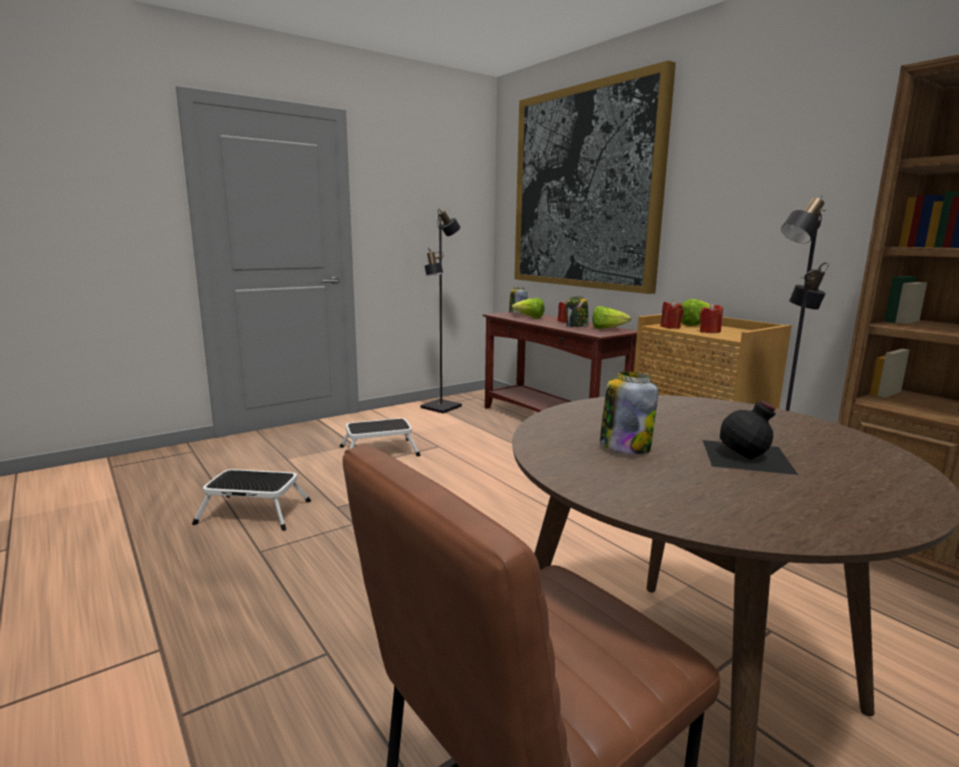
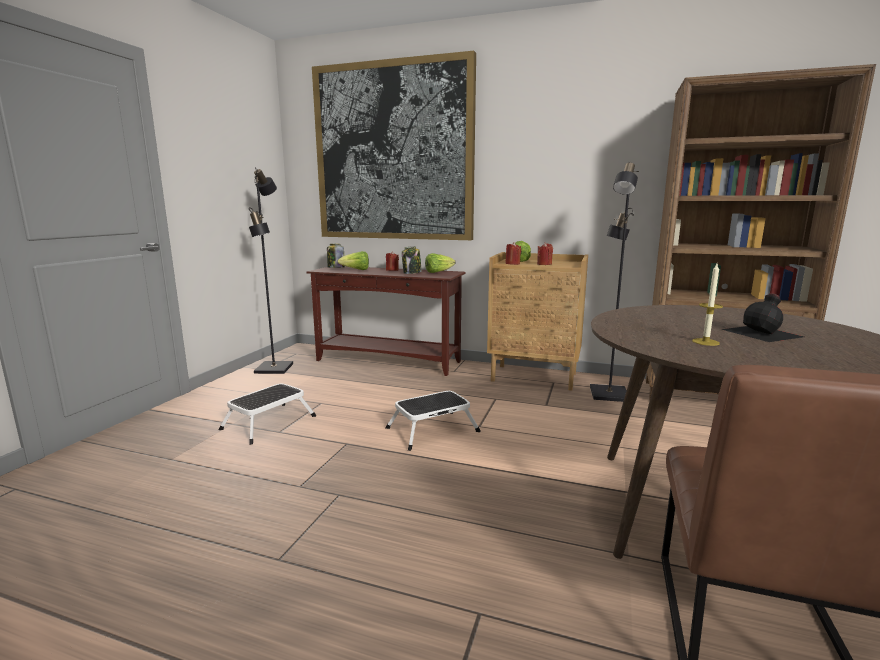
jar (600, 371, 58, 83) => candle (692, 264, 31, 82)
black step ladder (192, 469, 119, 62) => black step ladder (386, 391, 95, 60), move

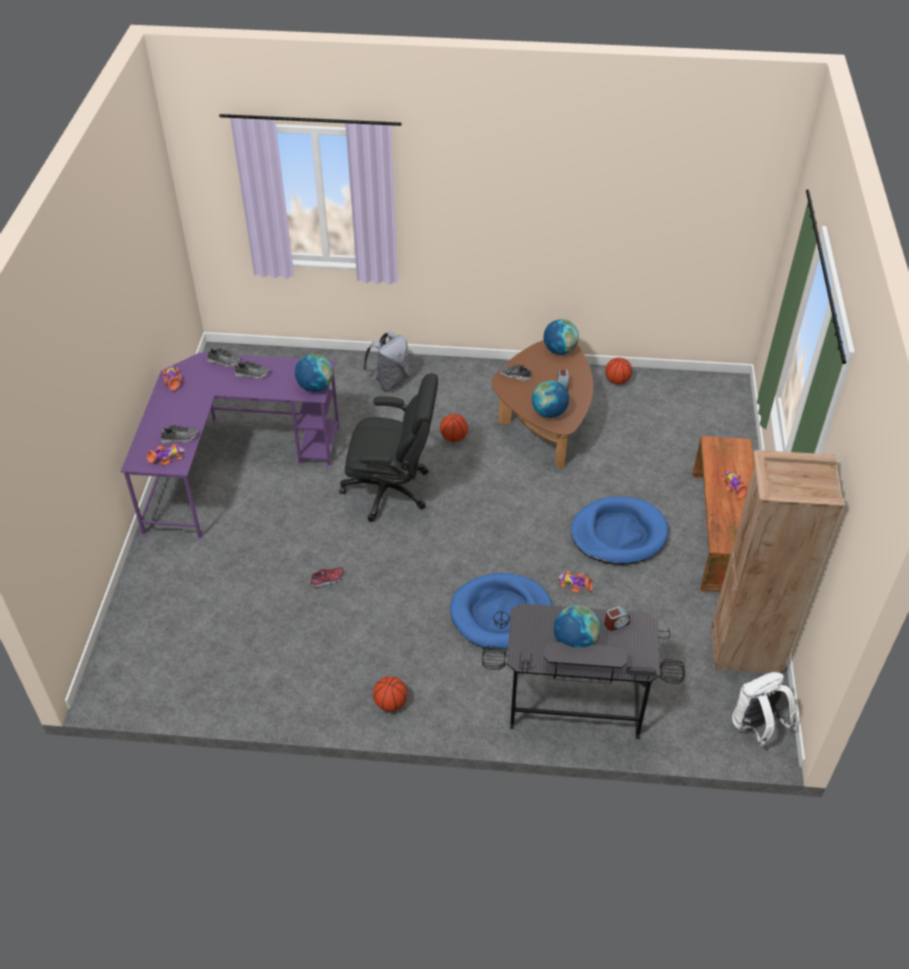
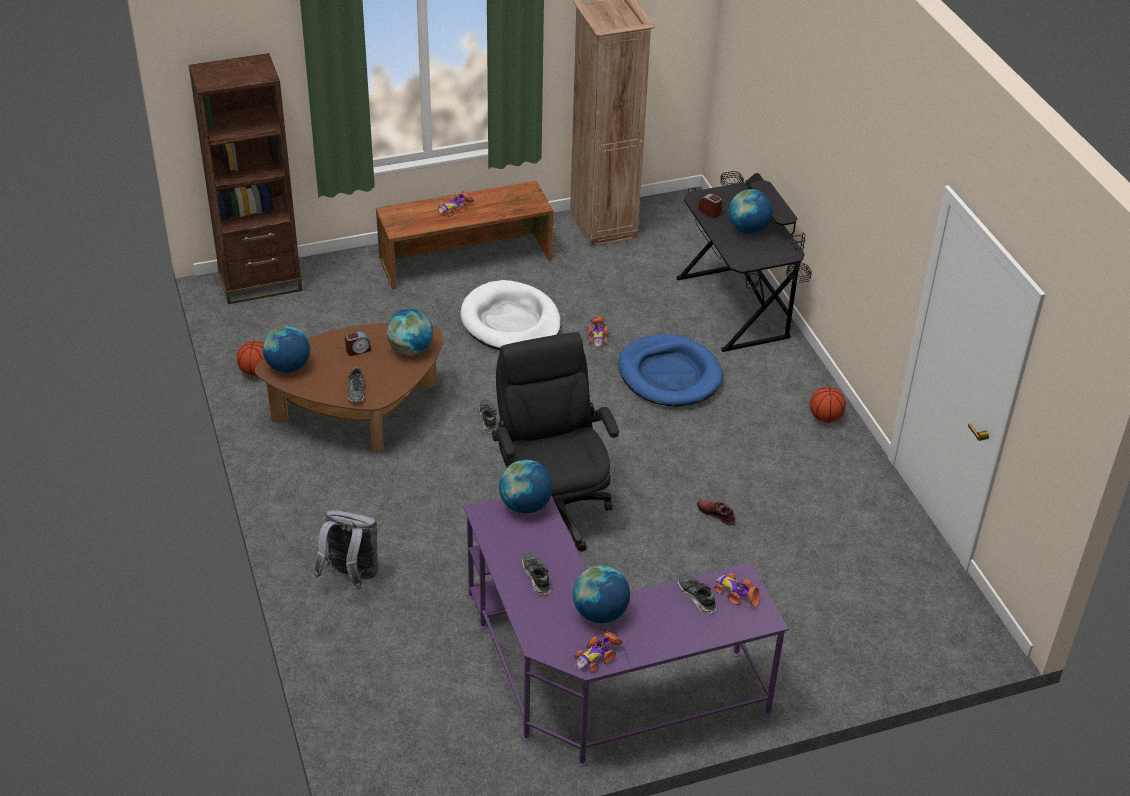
item of footwear (207, 348, 33, 19) => item of footwear (480, 399, 17, 34), move
basketball ball (440, 414, 28, 28) => nothing
bluish dog bed (571, 497, 98, 68) => whitish dog bed (460, 280, 101, 70)
whitish knapsack (732, 672, 64, 74) => nothing
nothing => brown shelving unit (189, 53, 113, 251)
nothing => desk globe (573, 565, 57, 58)

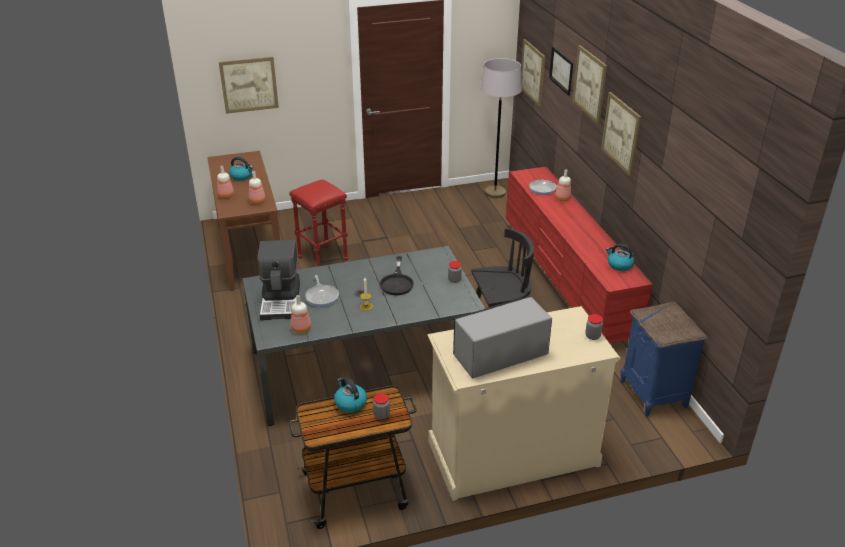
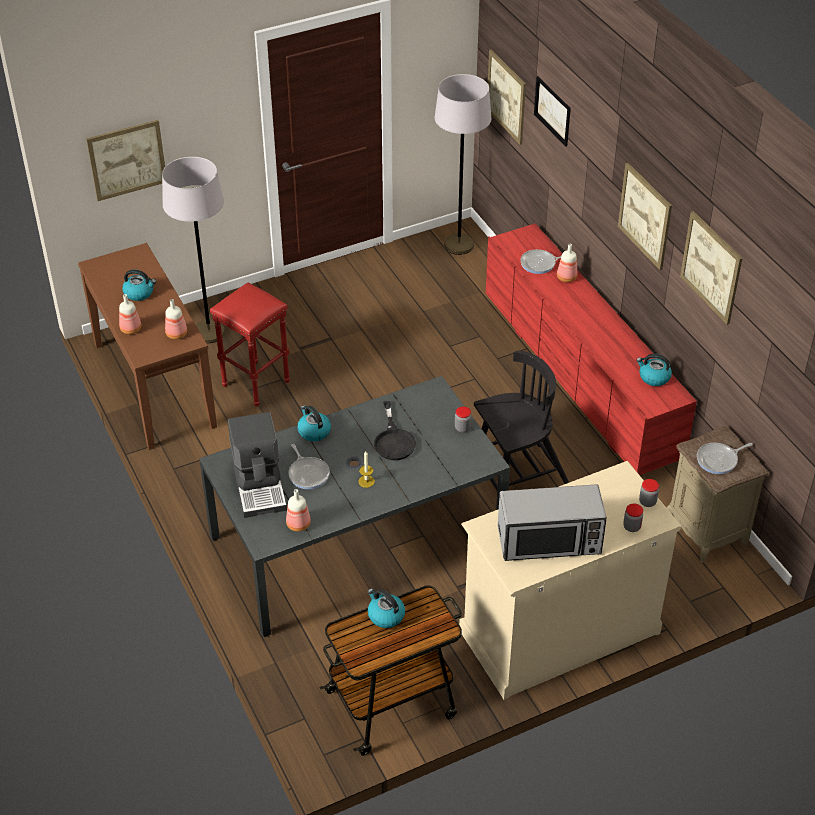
wall art (572, 45, 35, 79) => wall art (680, 211, 62, 114), move
kitchen microwave (453, 296, 99, 82) => kitchen microwave (498, 484, 108, 77), 150 degrees counterclockwise
bluish night table (620, 302, 87, 115) => beige-coloured night table (667, 426, 102, 137)
jar (373, 393, 17, 26) => jar (623, 504, 20, 28), move
nothing => gray standard lamp (162, 157, 63, 186)
nothing => tea kettle (297, 405, 34, 36)
nothing => frying pan (697, 443, 55, 31)

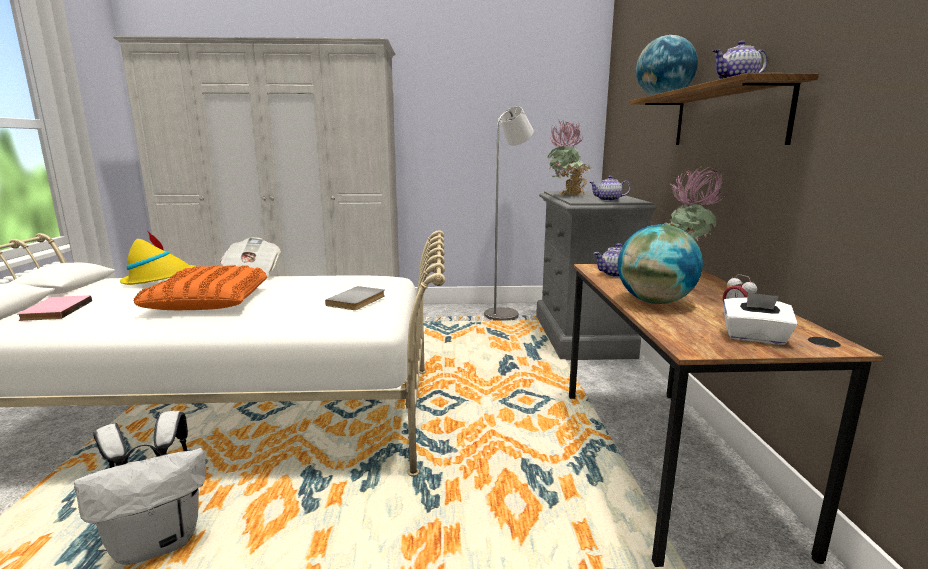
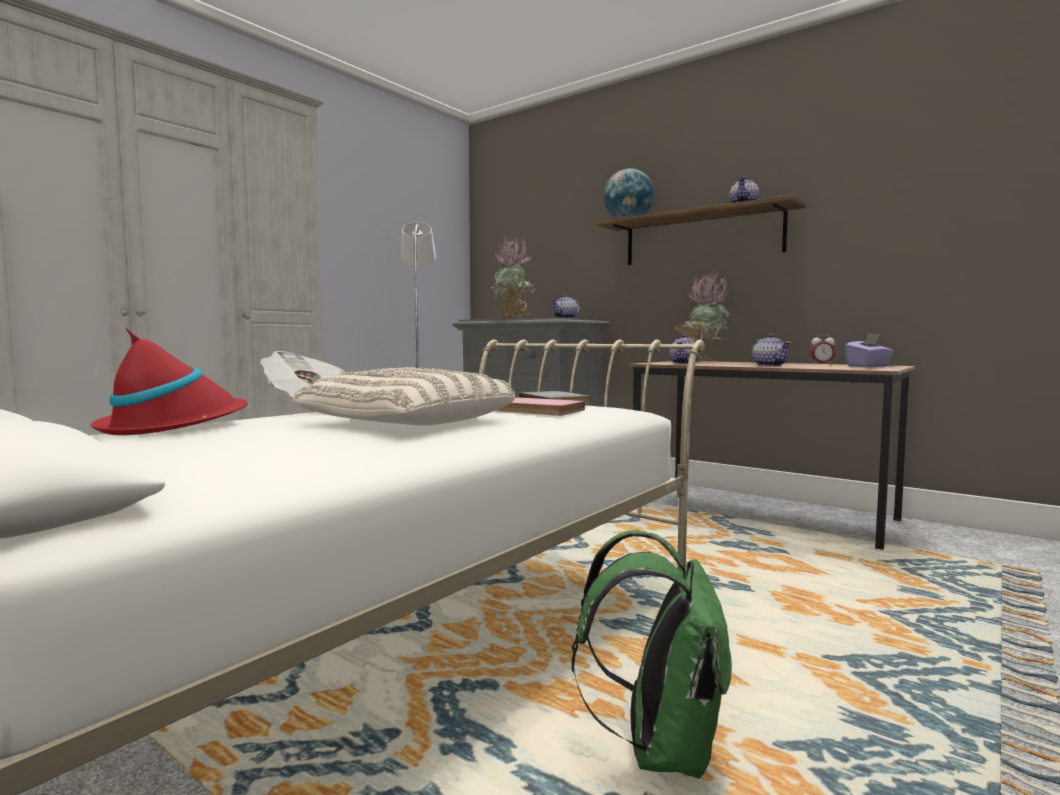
desk globe (618, 224, 85, 80) => pot for tea (752, 334, 39, 32)
yellow wearable hat (120, 232, 75, 53) => red-coloured wearable hat (91, 328, 156, 107)
orangey throw pillow (134, 265, 133, 45) => beige-coloured throw pillow (292, 367, 223, 58)
whitish box of tissues (723, 292, 75, 53) => purple box of tissues (844, 334, 50, 33)
pink-coloured bound book (17, 295, 75, 26) => pink-coloured bound book (496, 397, 89, 19), move
whitish knapsack (74, 411, 132, 154) => green-coloured knapsack (572, 530, 160, 249)

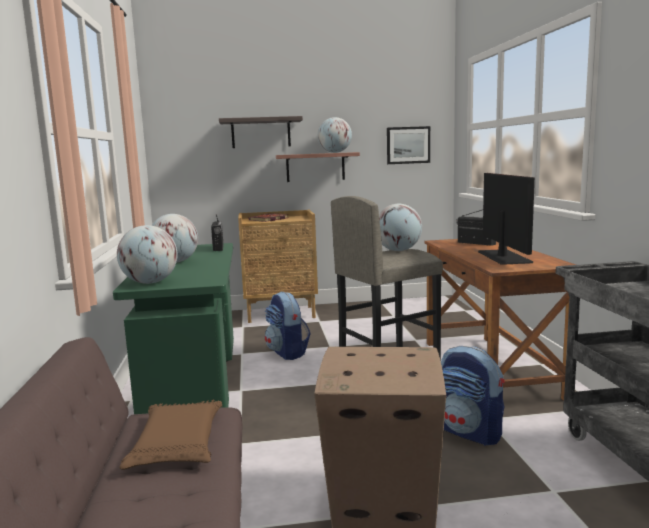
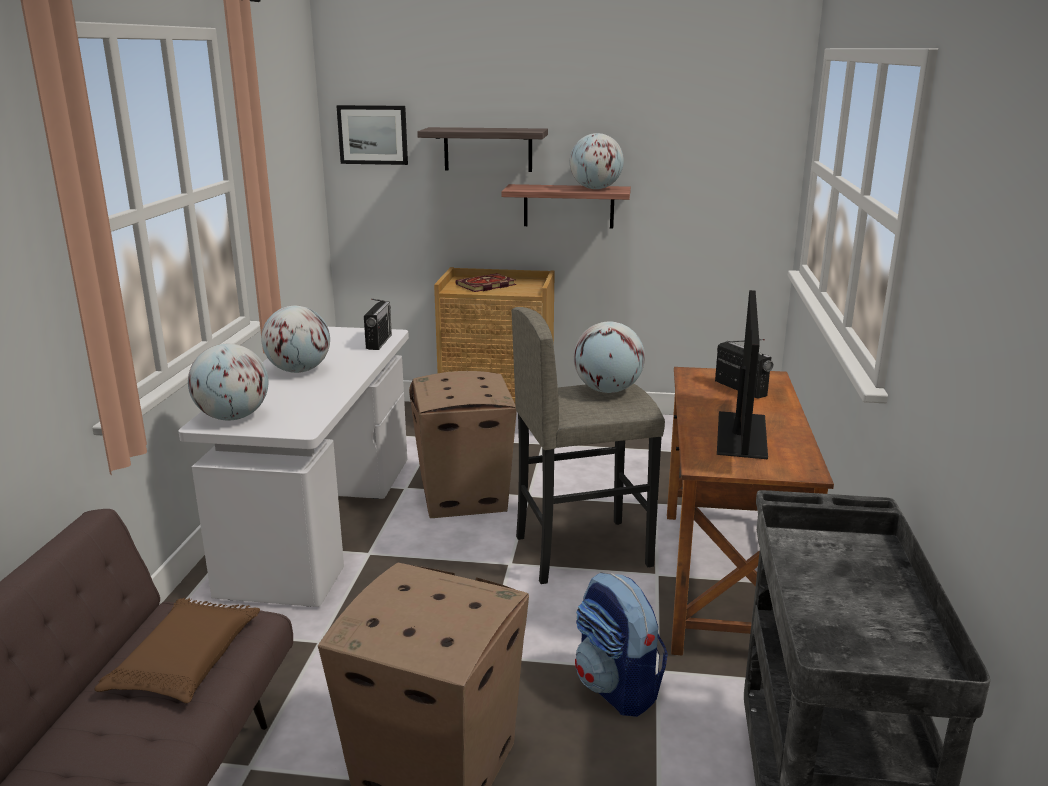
wall art (387, 126, 43, 38) => wall art (337, 105, 71, 60), move
green-coloured desk table (113, 243, 121, 171) => whitish desk table (178, 327, 231, 280)
knapsack (265, 292, 46, 68) => cardboard box (409, 371, 108, 147)

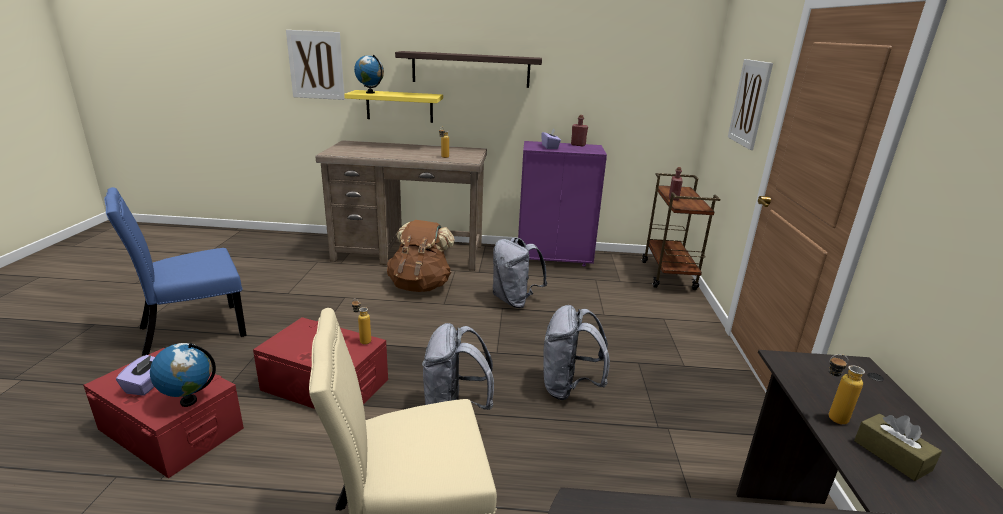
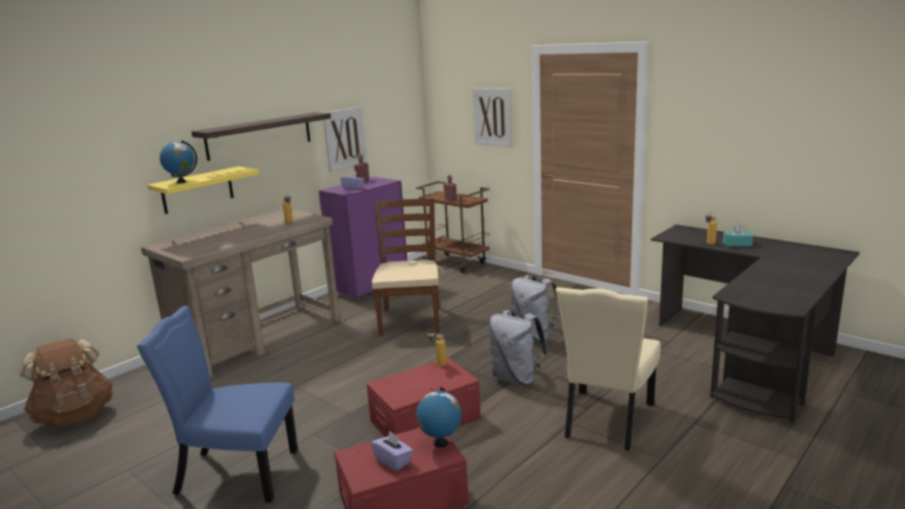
wall art (286, 30, 59, 70) => wall art (323, 107, 44, 65), move
bluish upright chair (104, 187, 143, 169) => bluish upright chair (137, 306, 161, 197), 90 degrees clockwise
brown knapsack (387, 220, 68, 72) => brown knapsack (19, 338, 94, 89), move
gray knapsack (493, 238, 54, 70) => brown upright chair (372, 198, 72, 138)
brown box of tissues (854, 414, 88, 67) => blue-green box of tissues (723, 223, 30, 23)

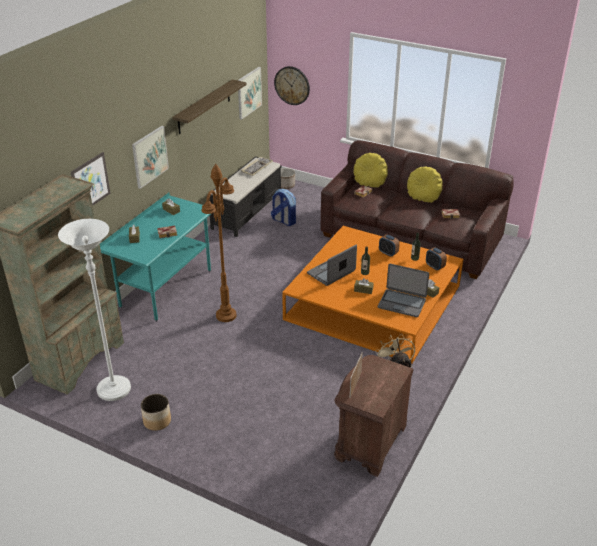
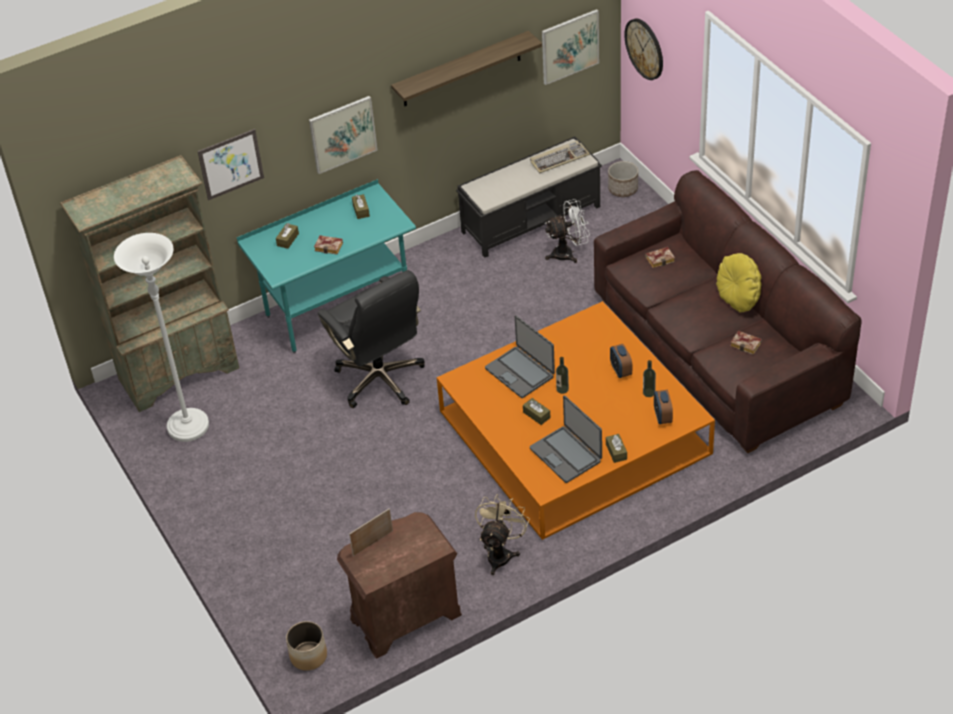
yellow throw pillow (354, 153, 34, 34) => nothing
brown standard lamp (202, 164, 34, 158) => black office chair (318, 270, 107, 138)
knapsack (271, 189, 25, 37) => whitish cooling fan (545, 199, 45, 64)
portable computer (307, 245, 50, 41) => portable computer (485, 316, 70, 82), 120 degrees counterclockwise
planter (141, 394, 30, 37) => planter (286, 621, 41, 50), move

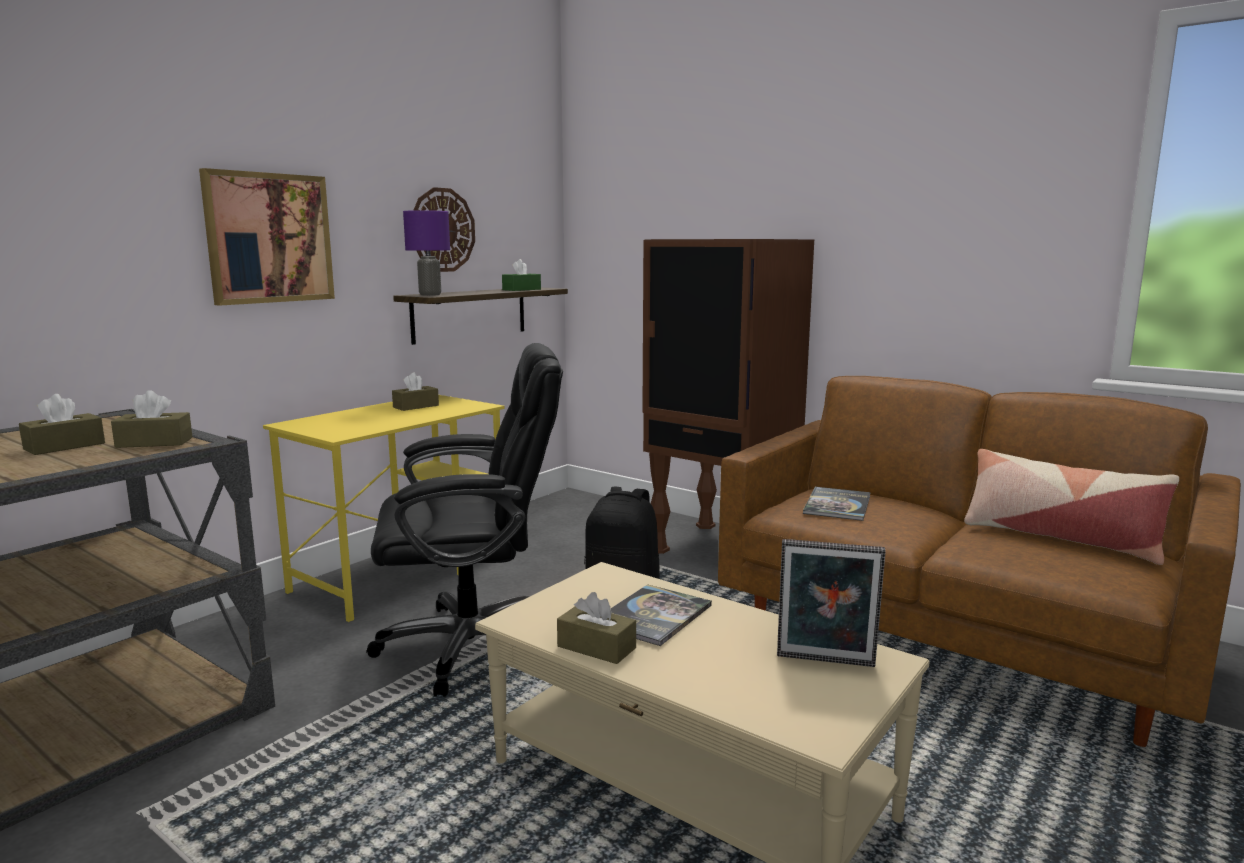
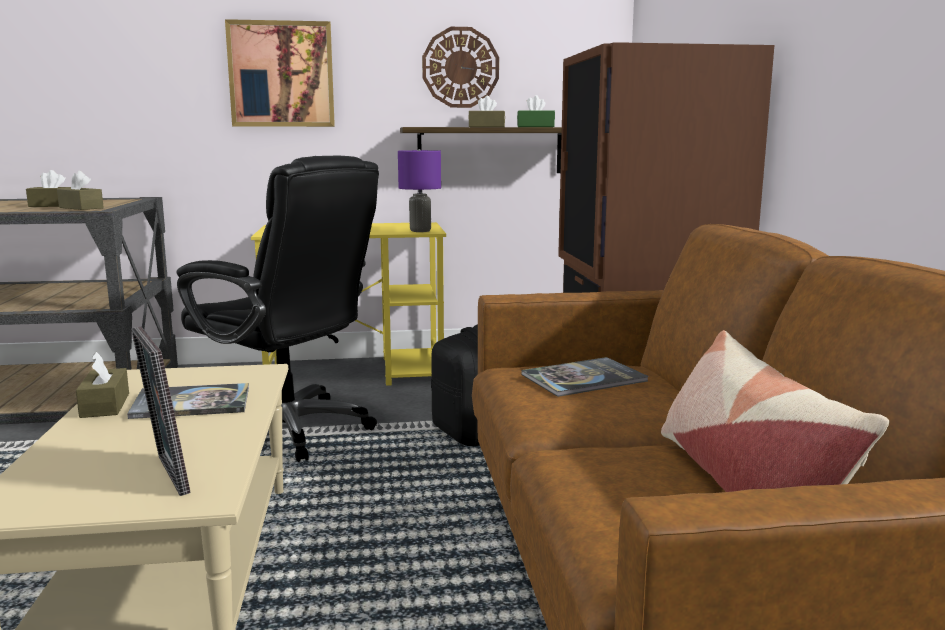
purple lamp for a table (403, 210, 47, 86) => purple lamp for a table (398, 149, 43, 83), move
brown box of tissues (392, 372, 47, 39) => brown box of tissues (468, 96, 37, 31), move

